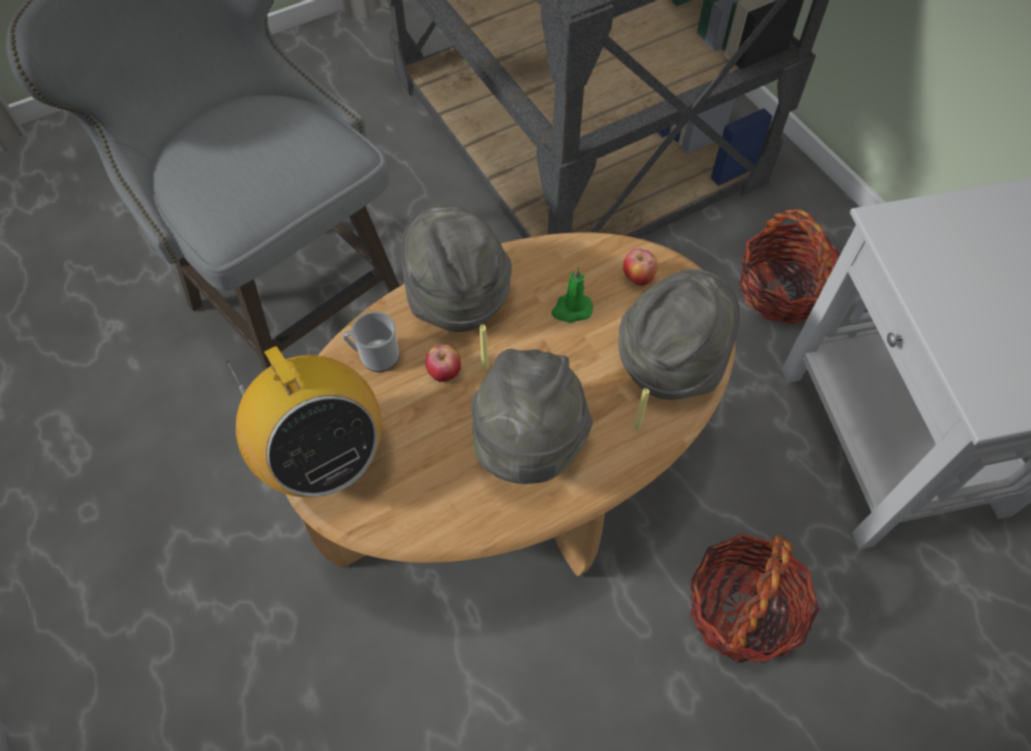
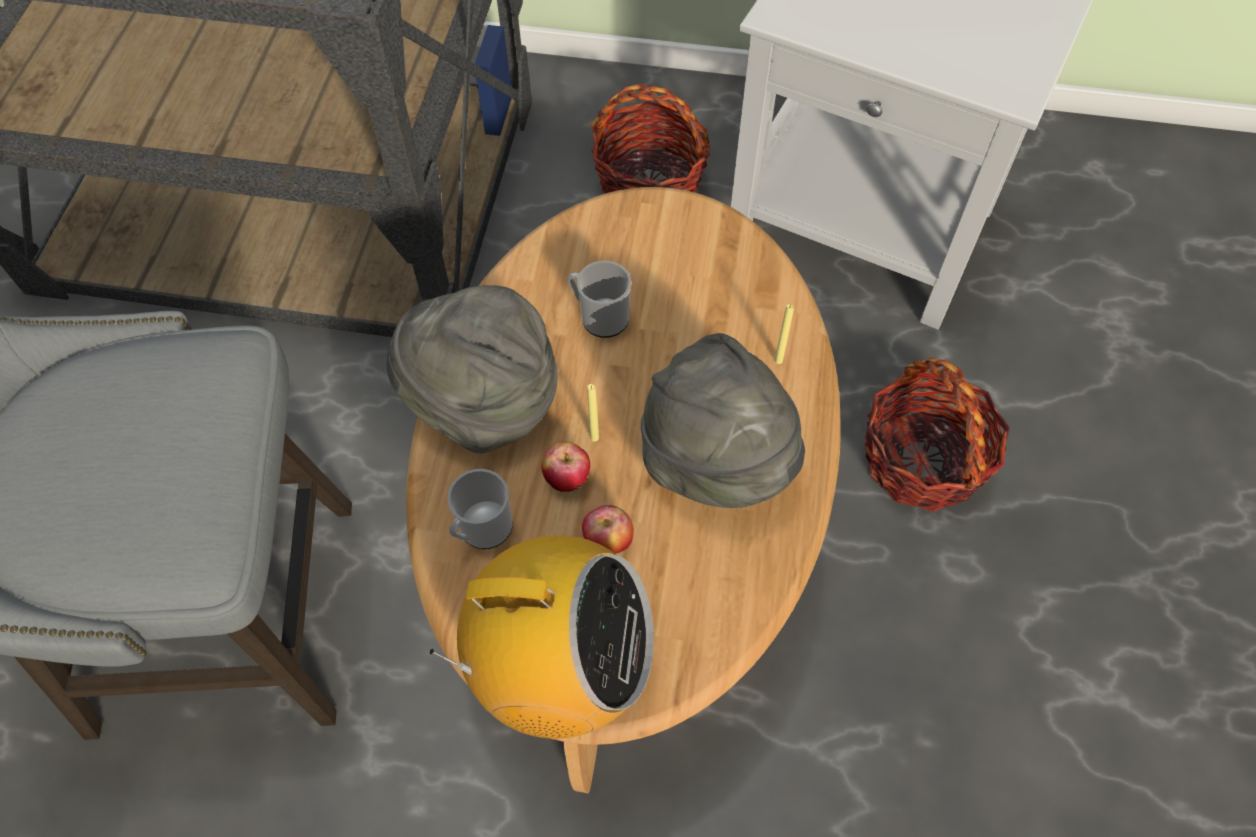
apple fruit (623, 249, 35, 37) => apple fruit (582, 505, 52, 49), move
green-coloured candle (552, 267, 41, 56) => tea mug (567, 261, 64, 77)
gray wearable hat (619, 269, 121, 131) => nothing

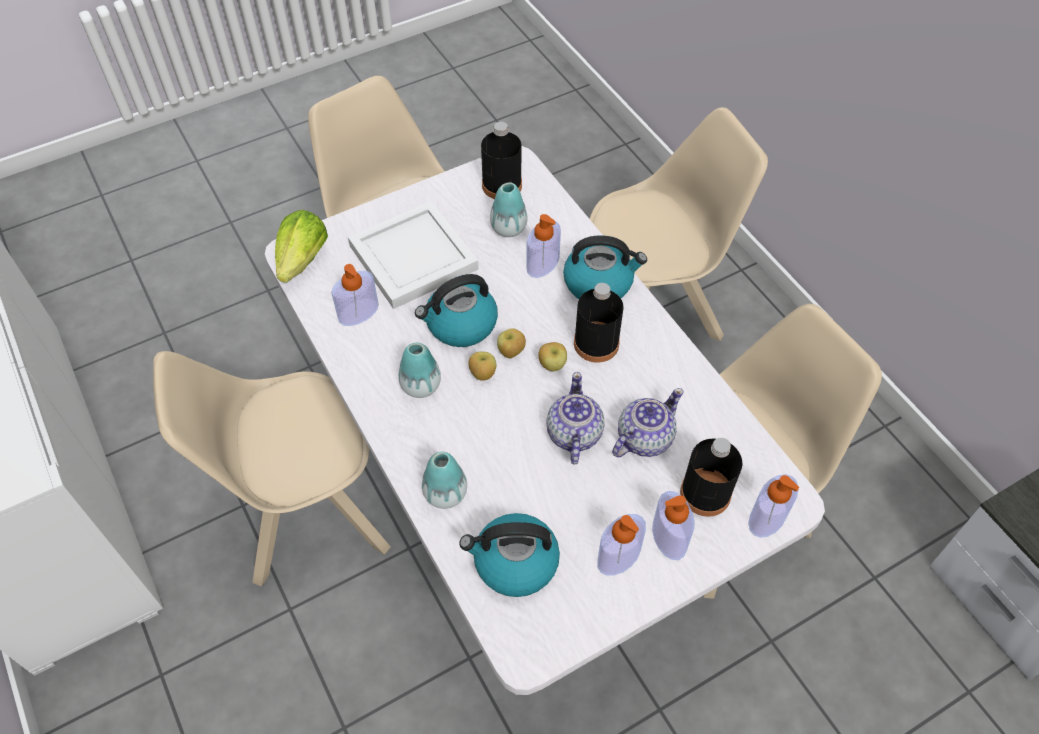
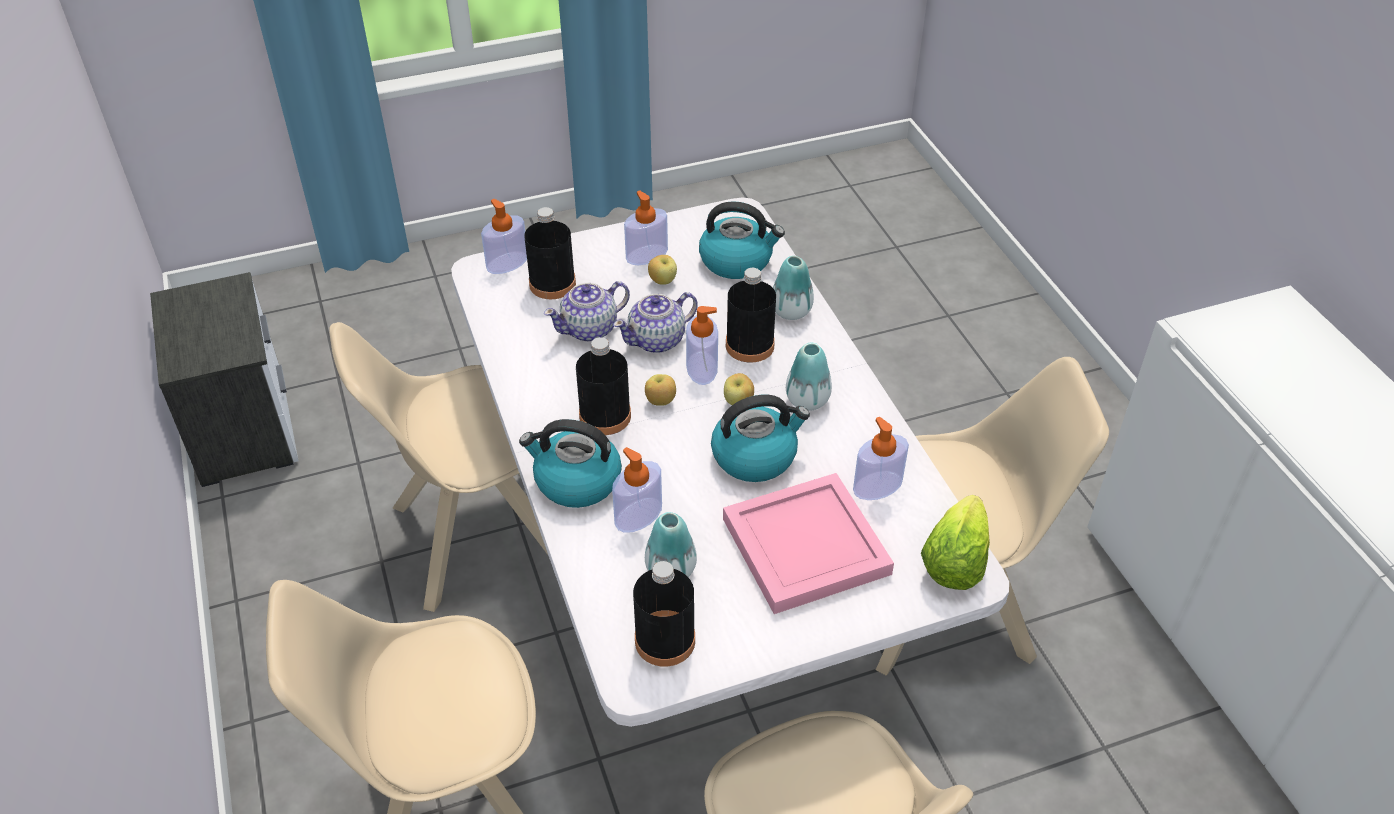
whitish carrying tray (348, 201, 130, 108) => pink-coloured carrying tray (723, 473, 171, 141)
apple fruit (497, 328, 29, 30) => apple fruit (648, 255, 29, 30), move
pot for tea (546, 372, 59, 92) => pot for tea (613, 292, 85, 61), 45 degrees clockwise
soap bottle (652, 491, 43, 69) => soap bottle (686, 306, 32, 79), move
nothing => black bottle (726, 268, 50, 95)

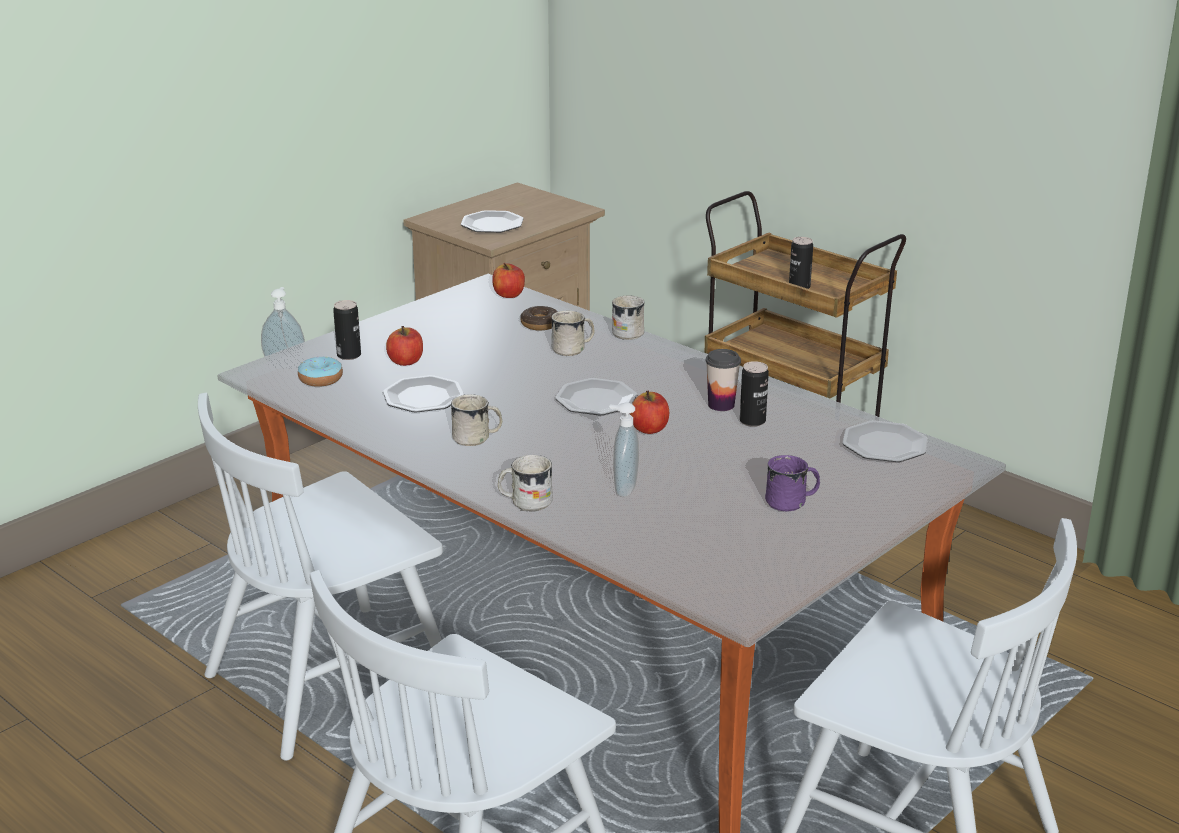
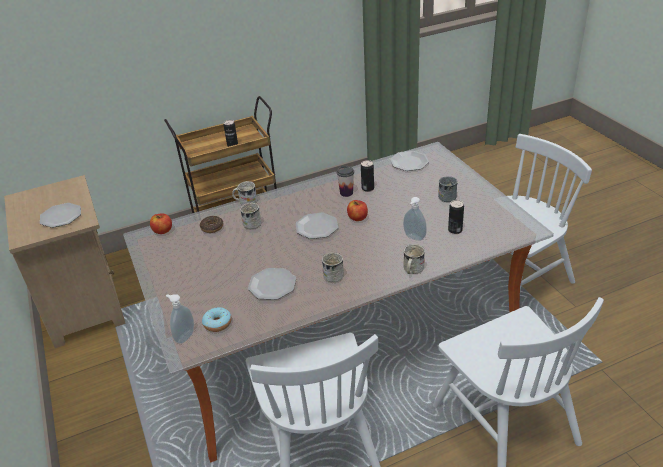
can (333, 300, 28, 60) => can (448, 200, 16, 34), move
apple fruit (386, 326, 37, 40) => nothing
purple tea mug (765, 455, 55, 56) => gray tea mug (438, 176, 20, 26)

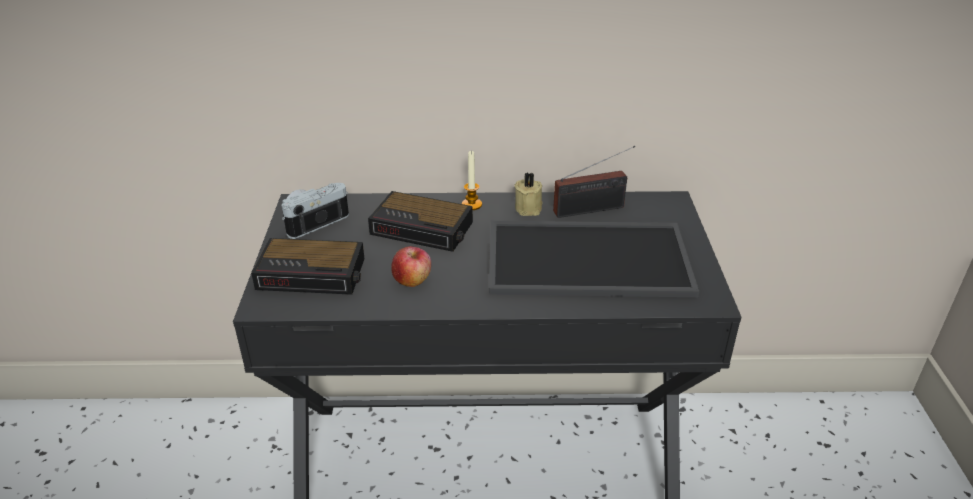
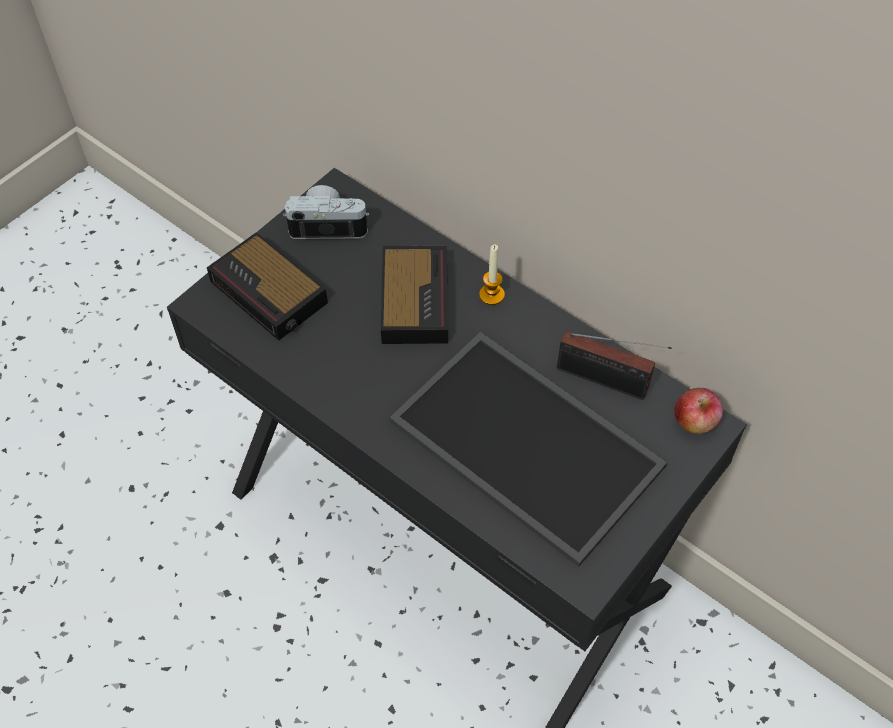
beige-coloured candle (514, 172, 29, 44) => nothing
bedside clock (368, 191, 105, 61) => bedside clock (381, 246, 67, 98), 150 degrees counterclockwise
apple fruit (391, 246, 40, 41) => apple fruit (674, 388, 49, 46), move

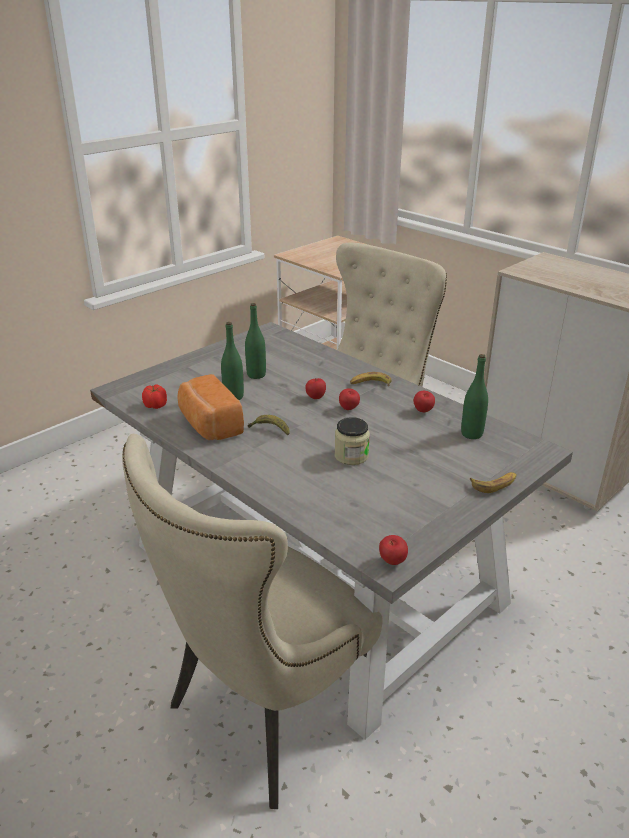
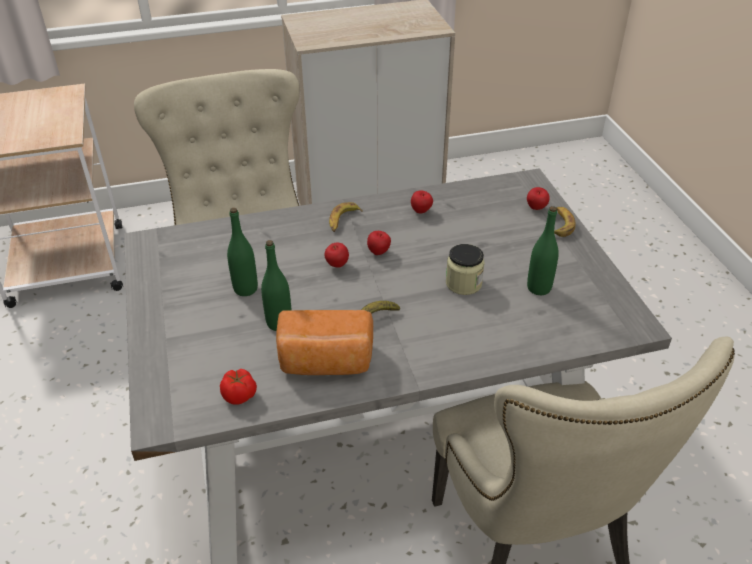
green-coloured bottle (461, 354, 27, 85) => green-coloured bottle (527, 206, 32, 89), move
apple fruit (379, 535, 29, 30) => apple fruit (527, 187, 23, 23), move

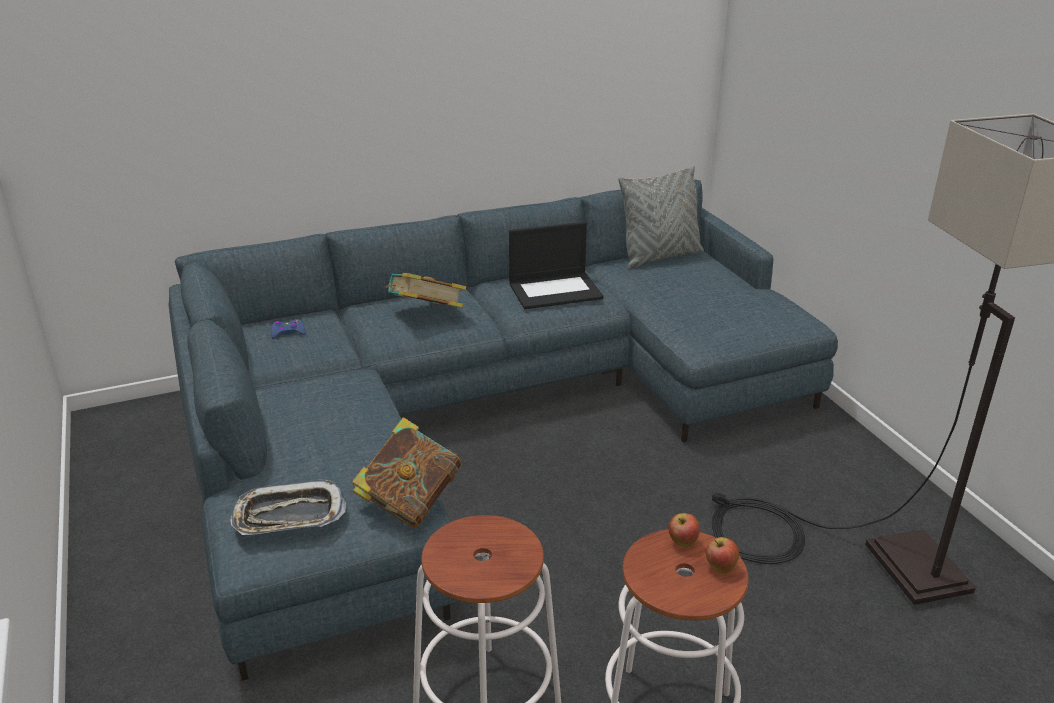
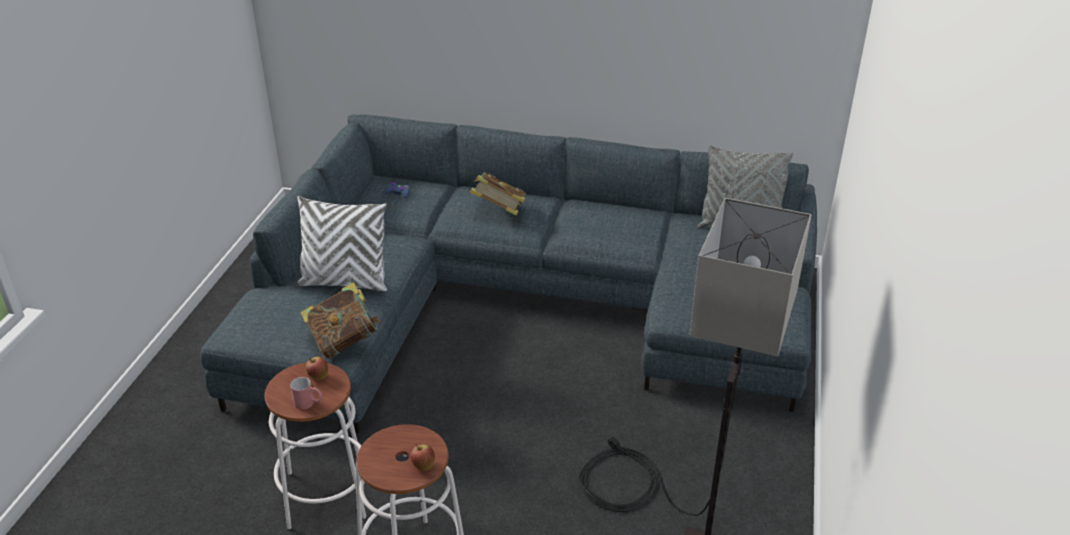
portable computer (509, 222, 95, 87) => nothing
carrying tray (230, 480, 116, 55) => nothing
apple fruit (668, 513, 32, 34) => apple fruit (306, 356, 23, 24), move
nothing => whitish throw pillow (297, 196, 90, 95)
nothing => red-coloured tea mug (290, 377, 32, 33)

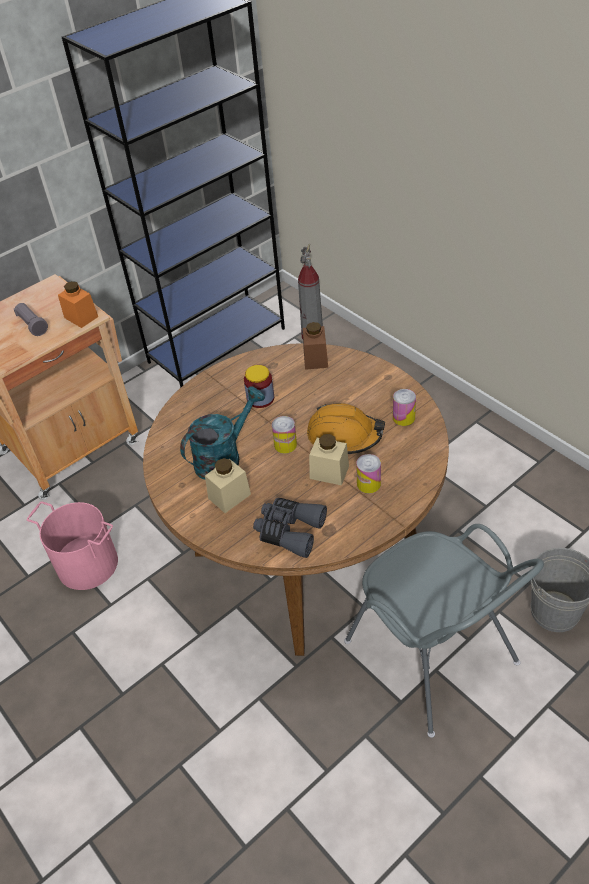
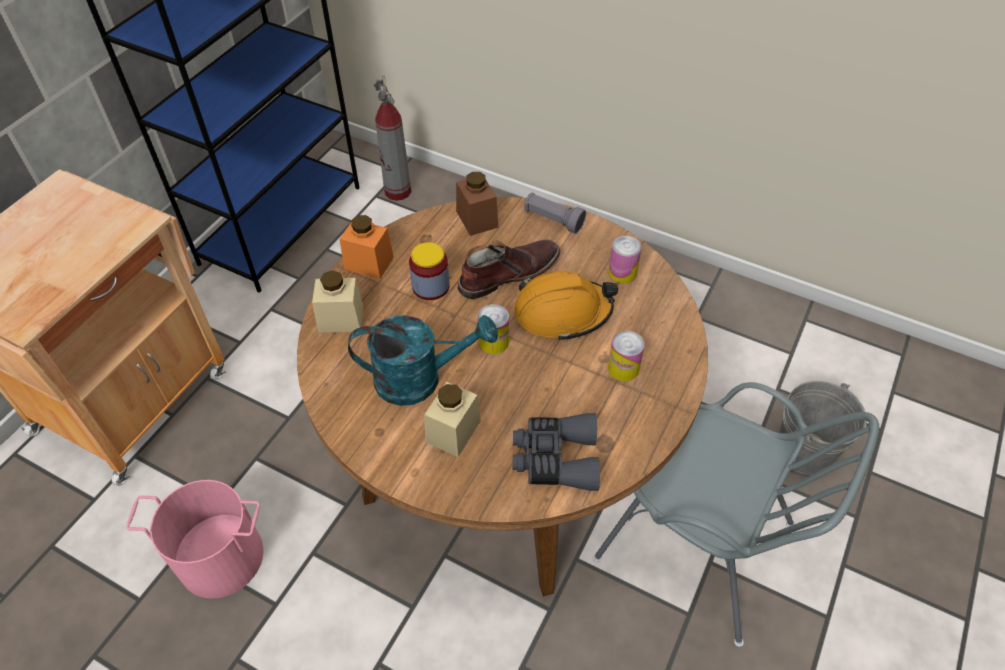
orangey jar (58, 281, 40, 47) => orangey jar (340, 215, 54, 64), move
gray hand torch (14, 303, 34, 33) => gray hand torch (524, 192, 62, 42), move
blue-green sprinkling can (180, 386, 85, 94) => blue-green sprinkling can (348, 315, 150, 91), 60 degrees clockwise
beige-coloured jar (309, 434, 40, 51) => beige-coloured jar (312, 270, 51, 63), move
nothing => brown boot (458, 239, 102, 60)

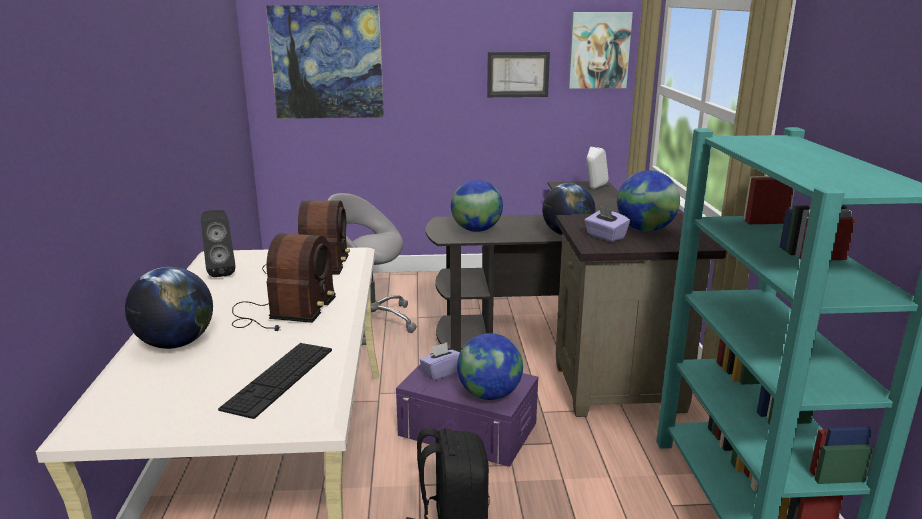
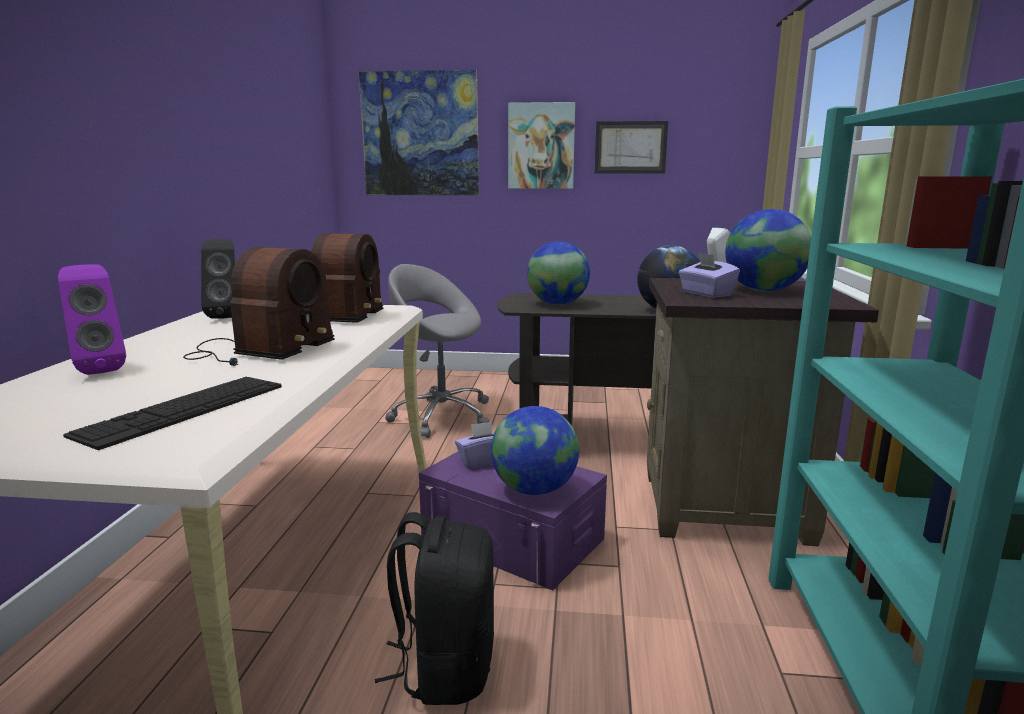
wall art (568, 12, 65, 77) => wall art (508, 102, 67, 87), move
desk globe (125, 267, 88, 82) => purple speaker (58, 265, 68, 110)

